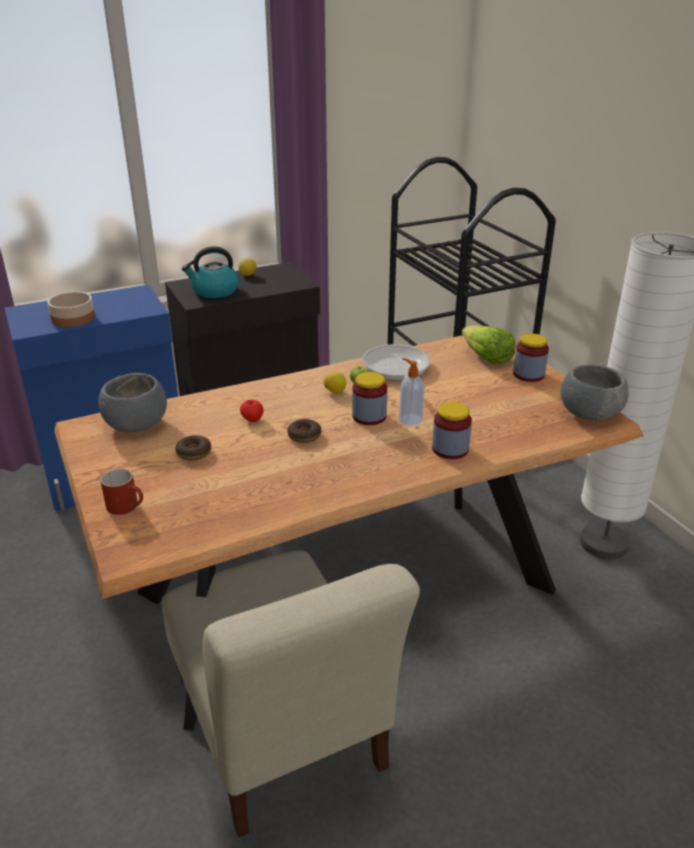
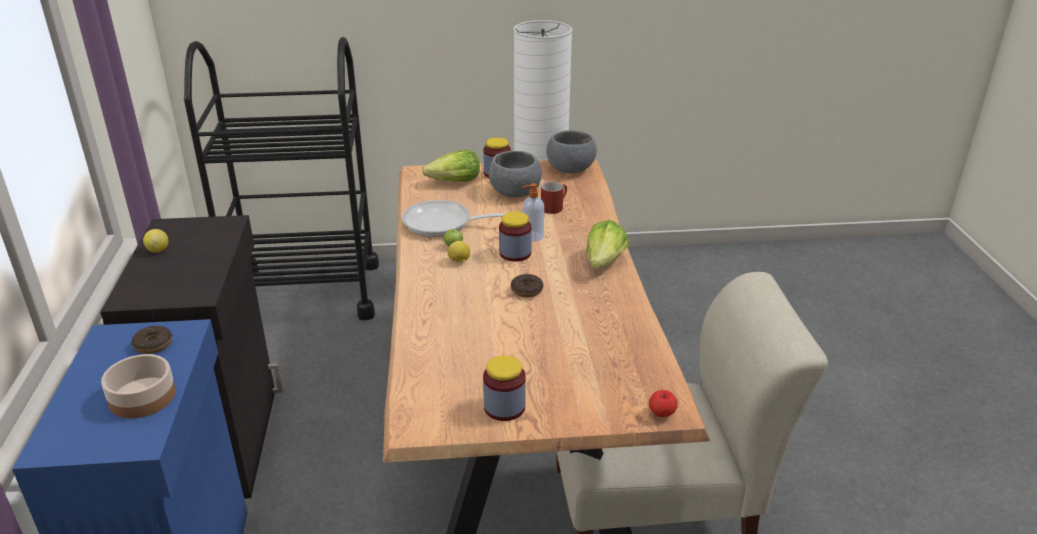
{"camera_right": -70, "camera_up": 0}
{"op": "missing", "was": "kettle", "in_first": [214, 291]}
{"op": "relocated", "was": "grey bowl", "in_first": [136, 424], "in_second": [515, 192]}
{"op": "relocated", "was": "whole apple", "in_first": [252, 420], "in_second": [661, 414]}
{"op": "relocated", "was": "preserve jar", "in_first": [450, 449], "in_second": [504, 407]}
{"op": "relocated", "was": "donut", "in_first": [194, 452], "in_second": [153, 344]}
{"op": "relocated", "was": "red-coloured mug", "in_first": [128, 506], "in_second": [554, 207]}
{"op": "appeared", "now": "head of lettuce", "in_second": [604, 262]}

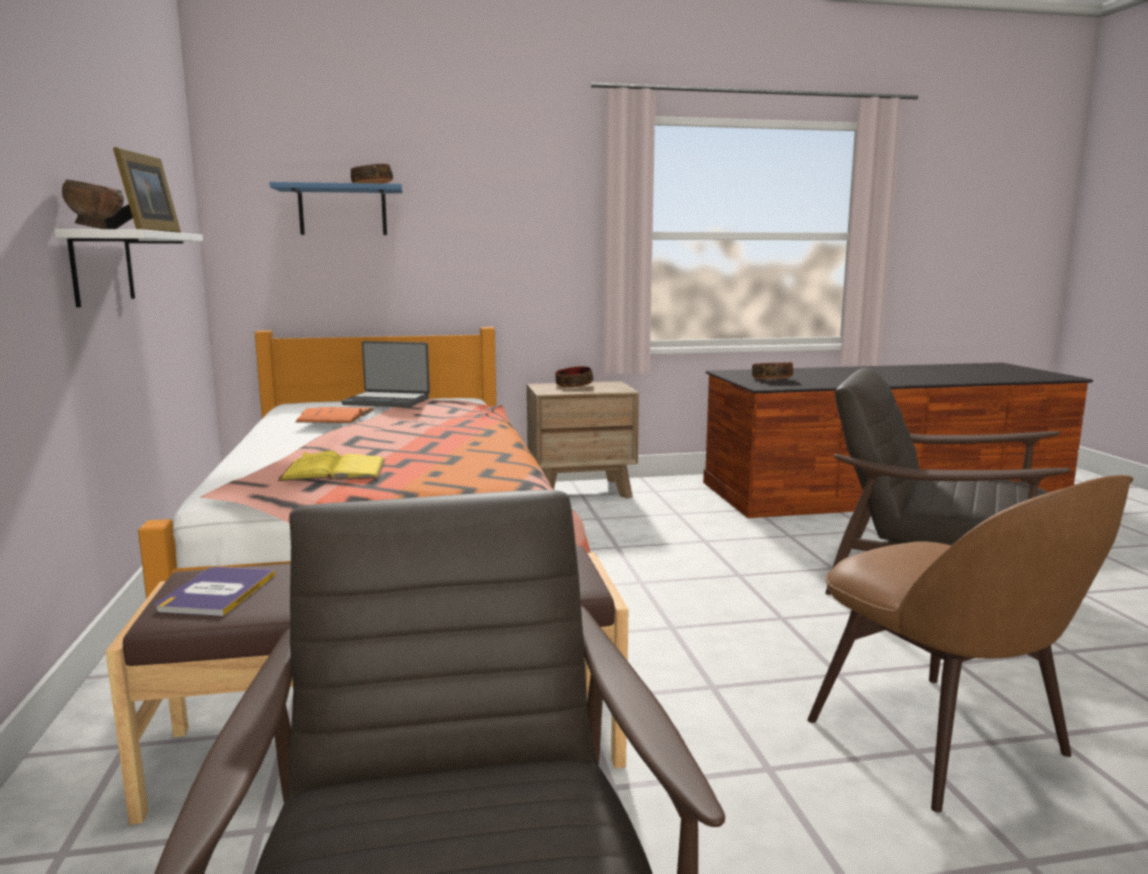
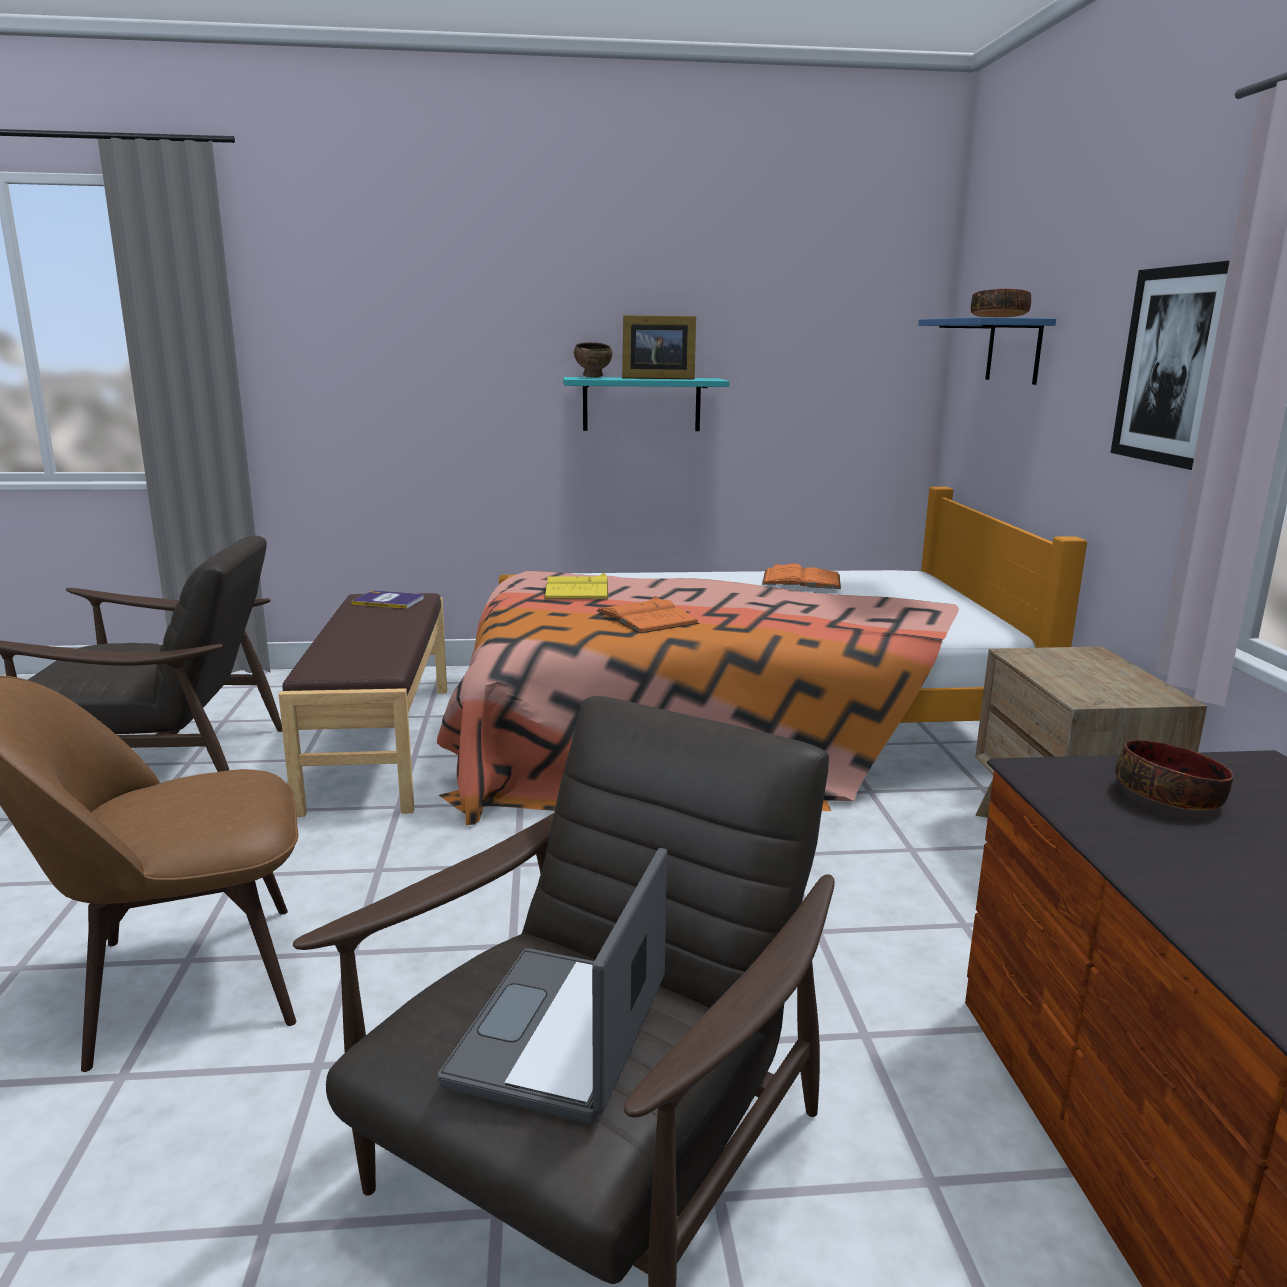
{"camera_right": 95, "camera_up": 5}
{"op": "colour", "was": "white-coloured wall shelf", "now": "turquoise-coloured wall shelf", "in_first": [102, 267], "in_second": [641, 404]}
{"op": "relocated", "was": "laptop", "in_first": [387, 401], "in_second": [564, 1035]}
{"op": "missing", "was": "bowl", "in_first": [573, 385]}
{"op": "appeared", "now": "picture", "in_second": [1177, 366]}
{"op": "appeared", "now": "orangey book", "in_second": [646, 617]}

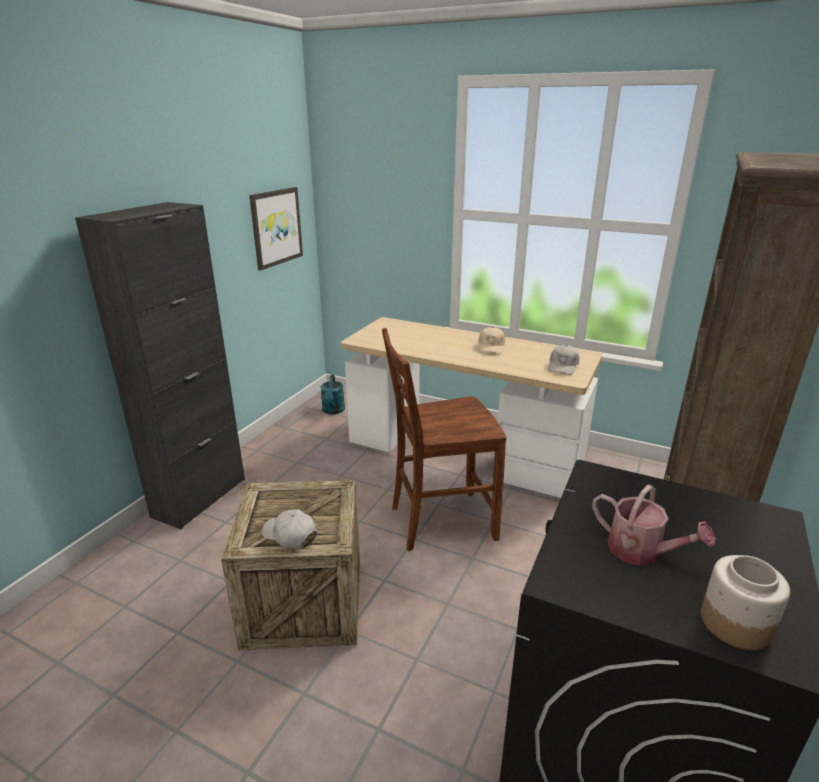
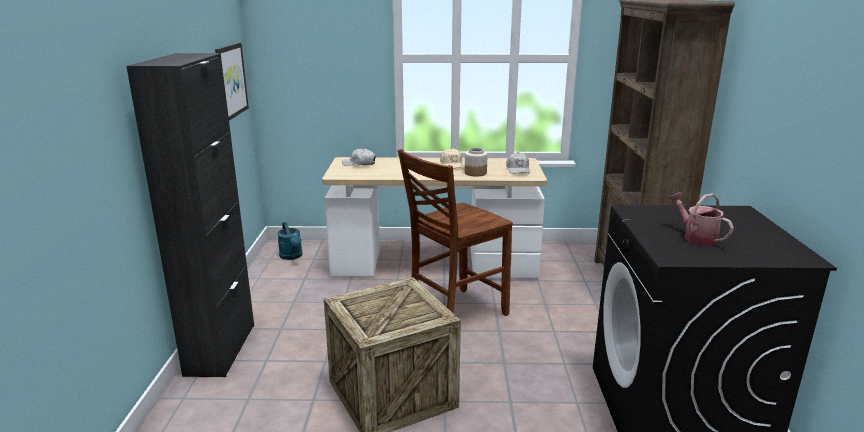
{"camera_right": -25, "camera_up": -5}
{"op": "spun", "was": "watering pot", "in_first": [641, 552], "in_second": [696, 237], "clockwise": -135}
{"op": "relocated", "was": "white-coloured cap", "in_first": [290, 535], "in_second": [359, 164]}
{"op": "relocated", "was": "preserve jar", "in_first": [734, 623], "in_second": [475, 173]}

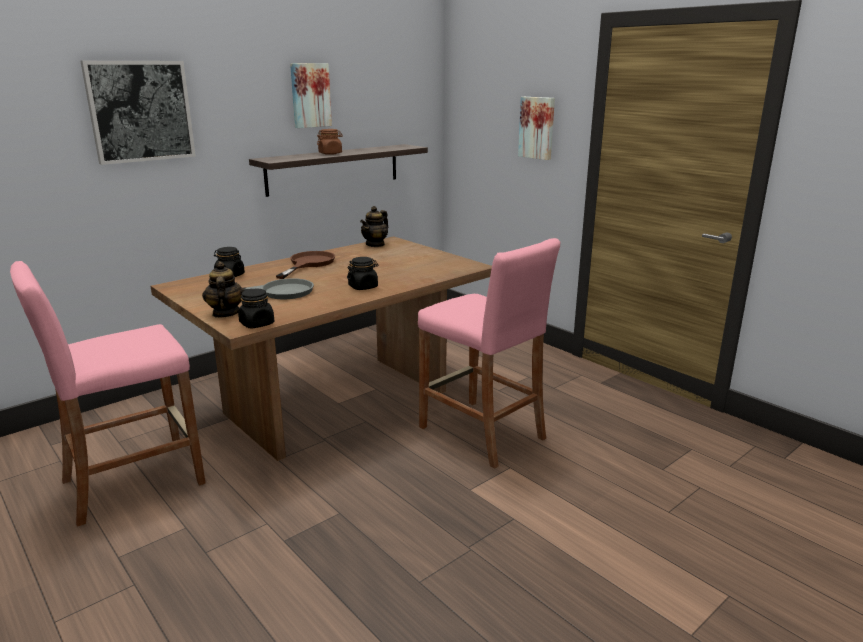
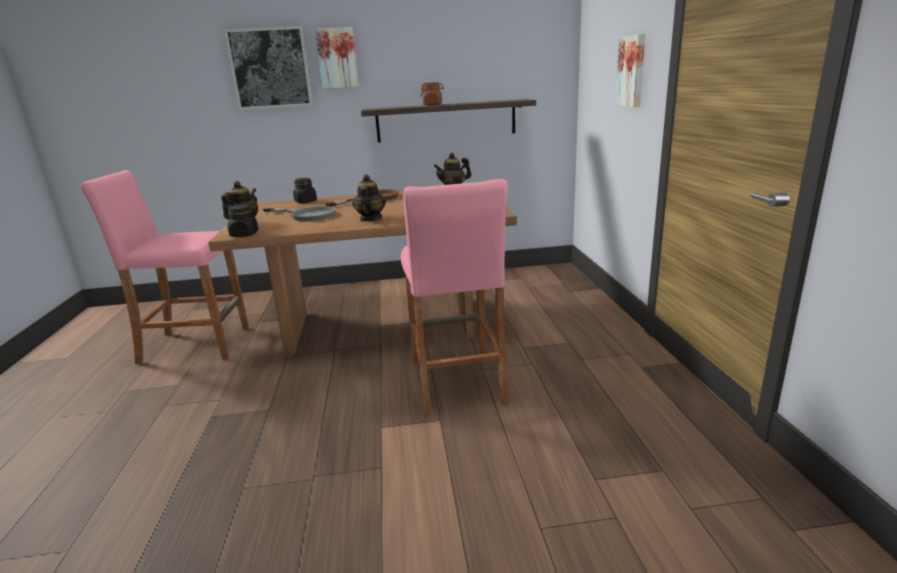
{"camera_right": 35, "camera_up": 0}
{"op": "relocated", "was": "picture", "in_first": [310, 95], "in_second": [337, 58]}
{"op": "exchanged", "was": "black-coloured preserve jar", "now": "pot for tea", "in_first": [363, 287], "in_second": [370, 219]}

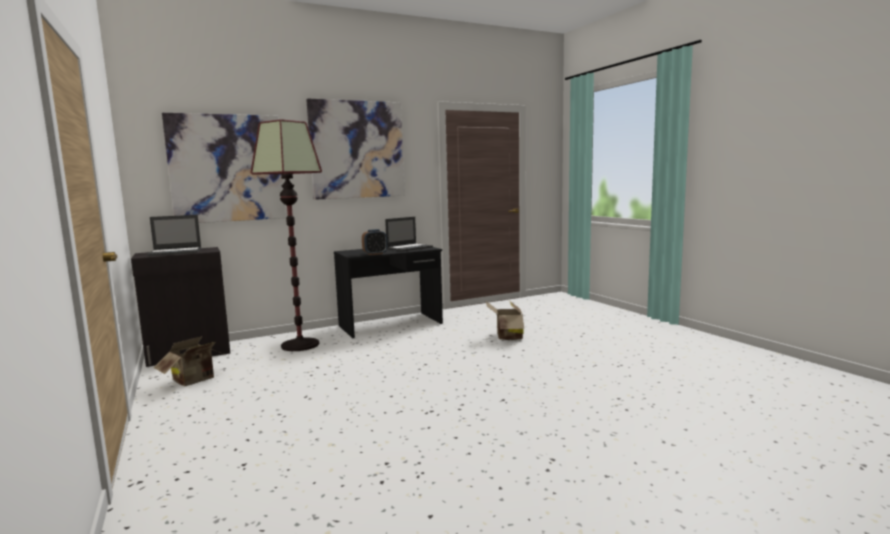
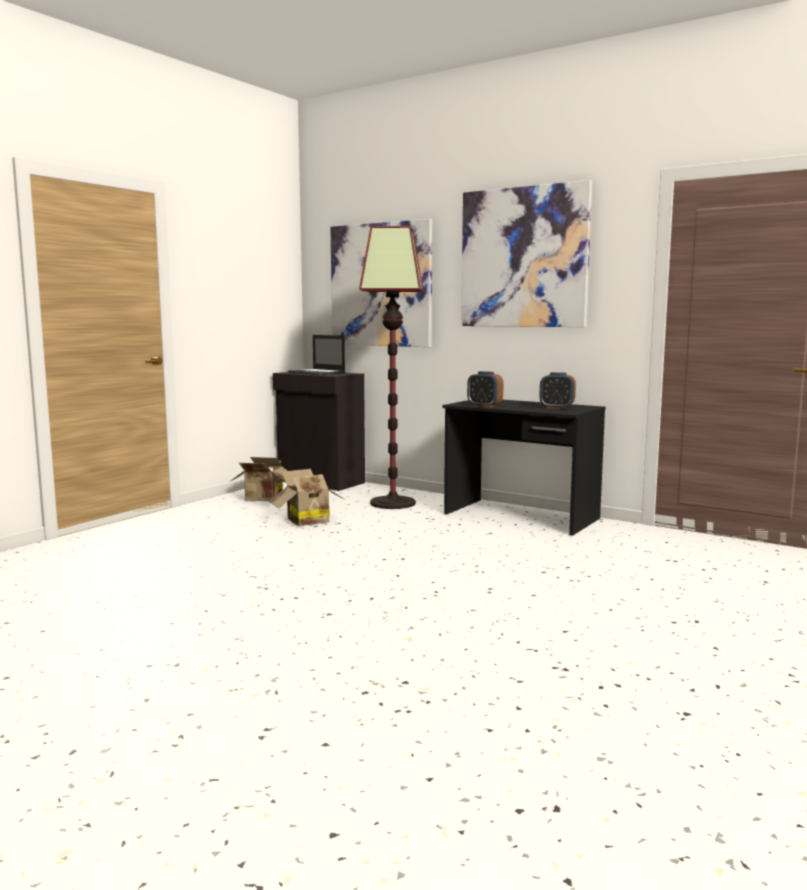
{"camera_right": 60, "camera_up": 0}
{"op": "exchanged", "was": "laptop", "now": "table clock", "in_first": [409, 248], "in_second": [556, 407]}
{"op": "relocated", "was": "packing box", "in_first": [507, 337], "in_second": [305, 521]}

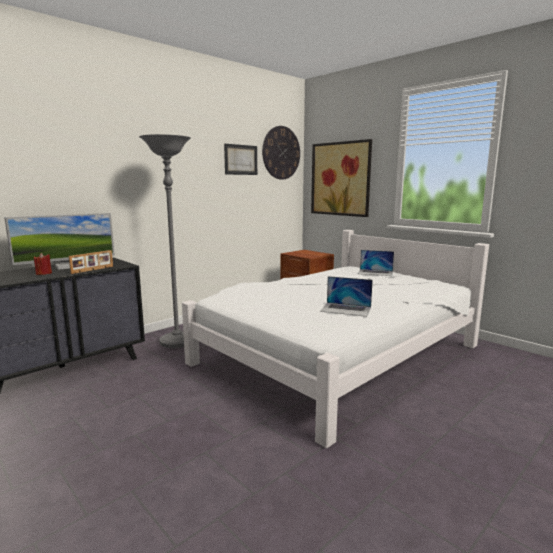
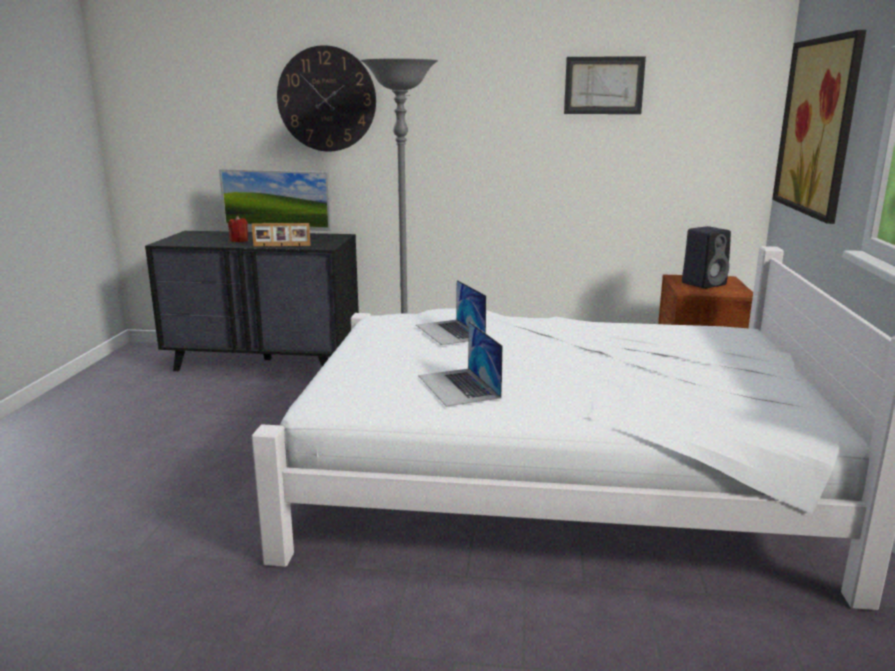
{"camera_right": 50, "camera_up": 5}
{"op": "relocated", "was": "hanging clock", "in_first": [281, 153], "in_second": [326, 99]}
{"op": "relocated", "was": "laptop", "in_first": [375, 272], "in_second": [450, 332]}
{"op": "appeared", "now": "black-coloured speaker", "in_second": [704, 283]}

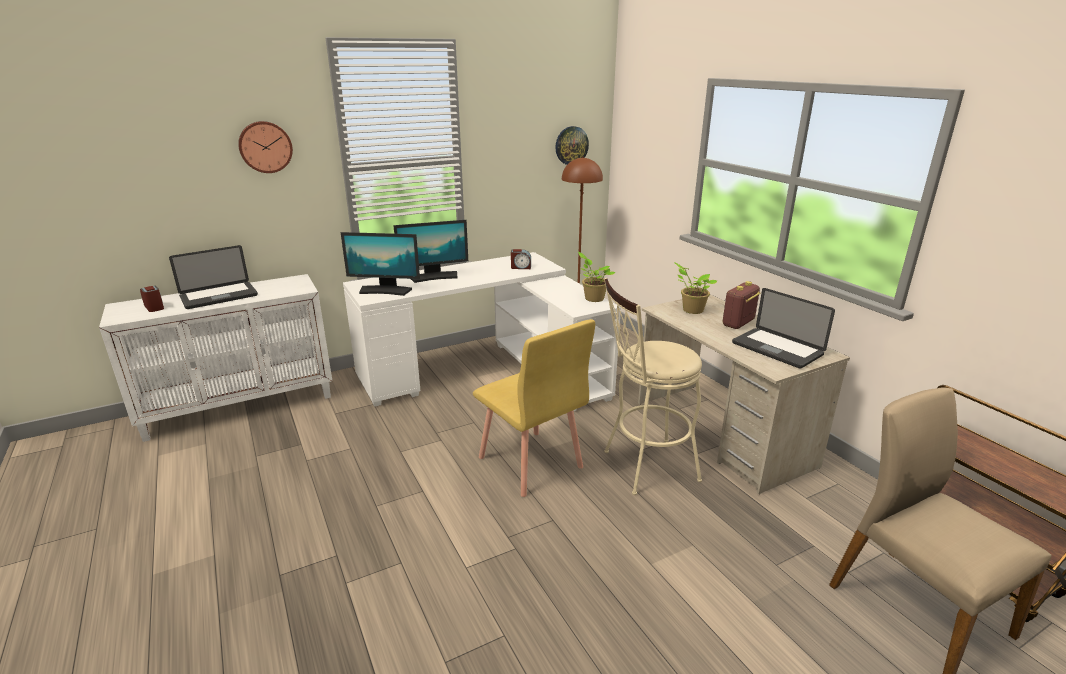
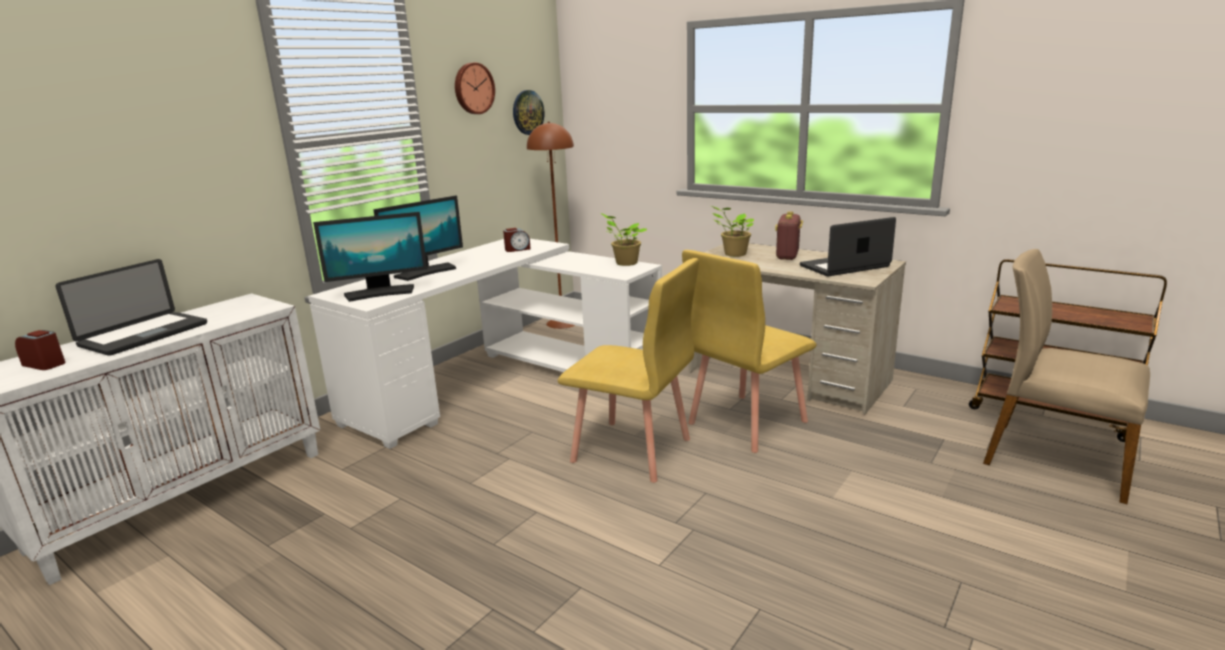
{"camera_right": -25, "camera_up": -5}
{"op": "relocated", "was": "hanging clock", "in_first": [265, 147], "in_second": [473, 88]}
{"op": "exchanged", "was": "beige-coloured stool seat", "now": "yellow chair", "in_first": [643, 467], "in_second": [746, 422]}
{"op": "spun", "was": "laptop", "in_first": [777, 349], "in_second": [844, 266], "clockwise": 135}

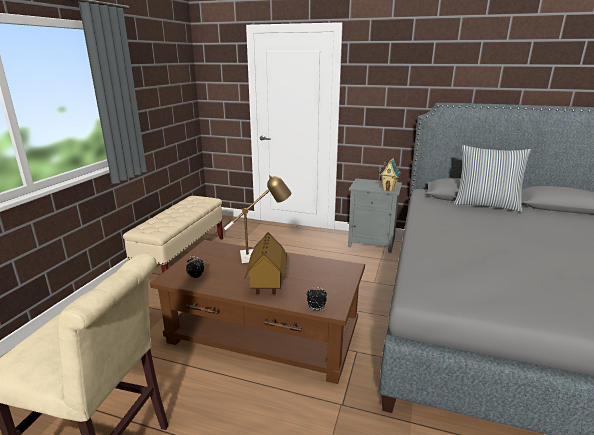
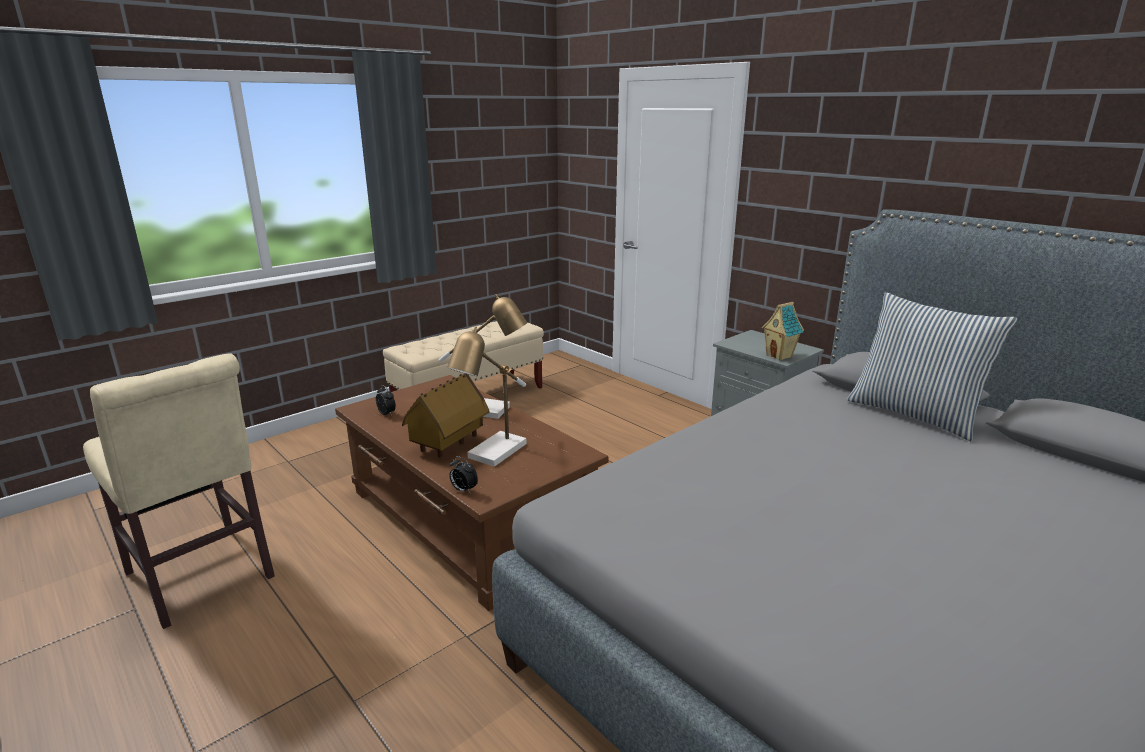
{"camera_right": 30, "camera_up": 0}
{"op": "appeared", "now": "tabletop lamp", "in_second": [493, 454]}

